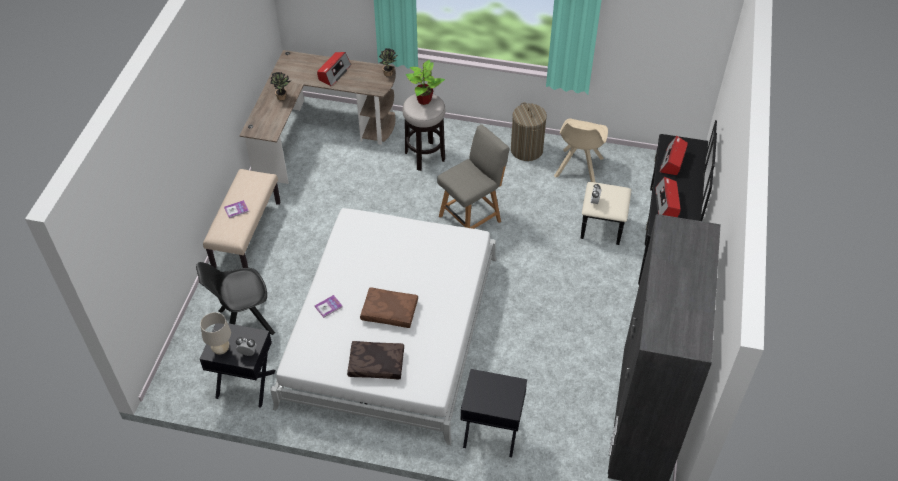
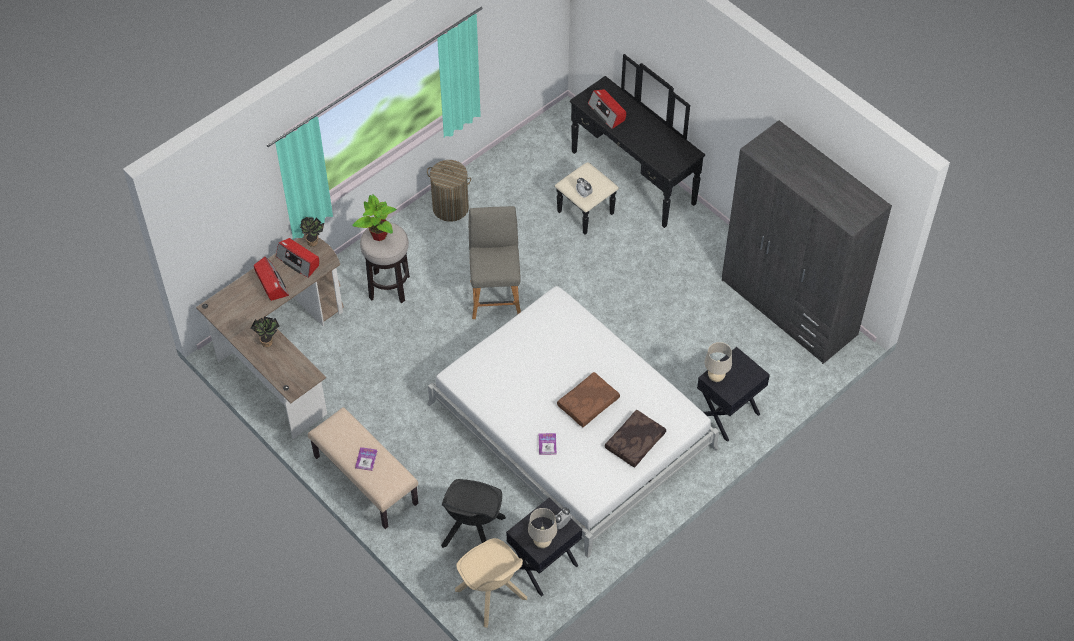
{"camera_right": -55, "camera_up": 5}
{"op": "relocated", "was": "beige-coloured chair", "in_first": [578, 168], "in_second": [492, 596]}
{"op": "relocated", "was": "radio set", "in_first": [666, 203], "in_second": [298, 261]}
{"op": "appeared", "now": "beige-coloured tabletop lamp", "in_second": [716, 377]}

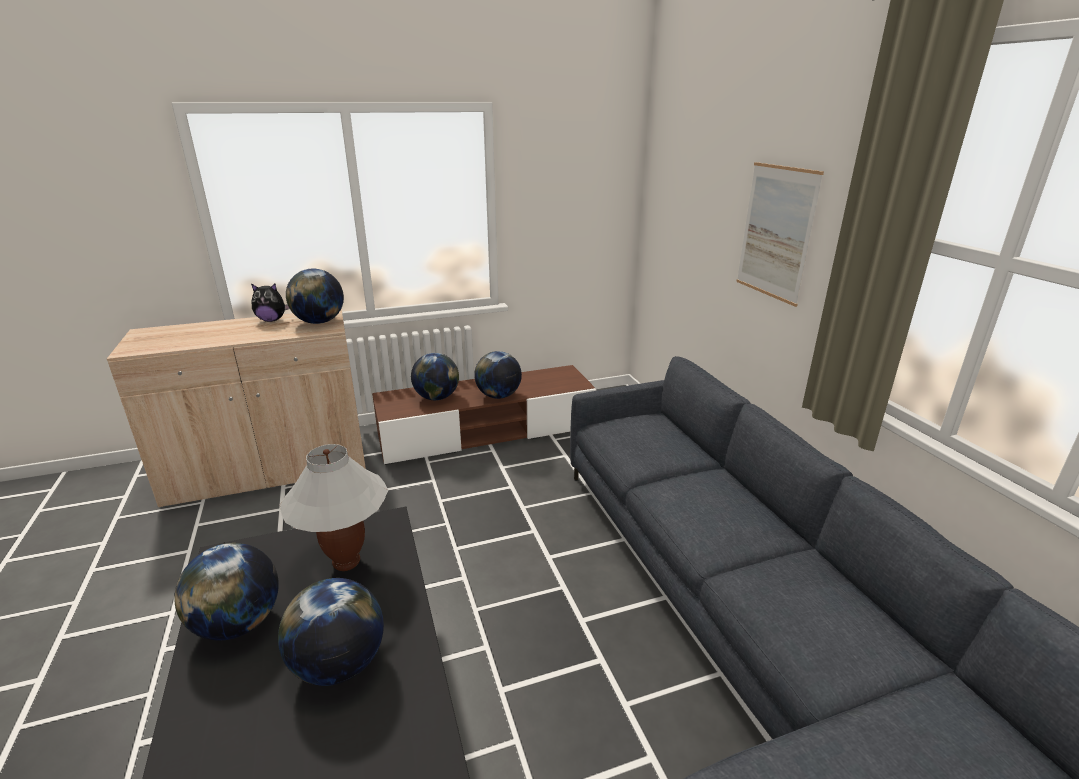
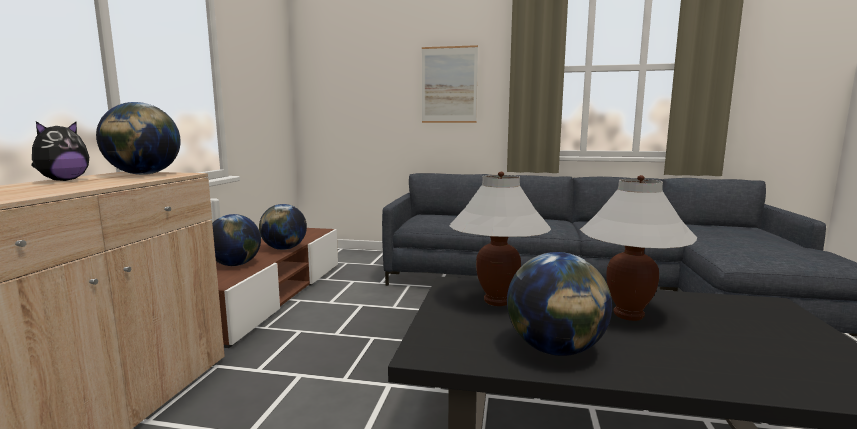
{"camera_right": -60, "camera_up": -15}
{"op": "exchanged", "was": "desk globe", "now": "white-coloured tabletop lamp", "in_first": [339, 665], "in_second": [628, 315]}

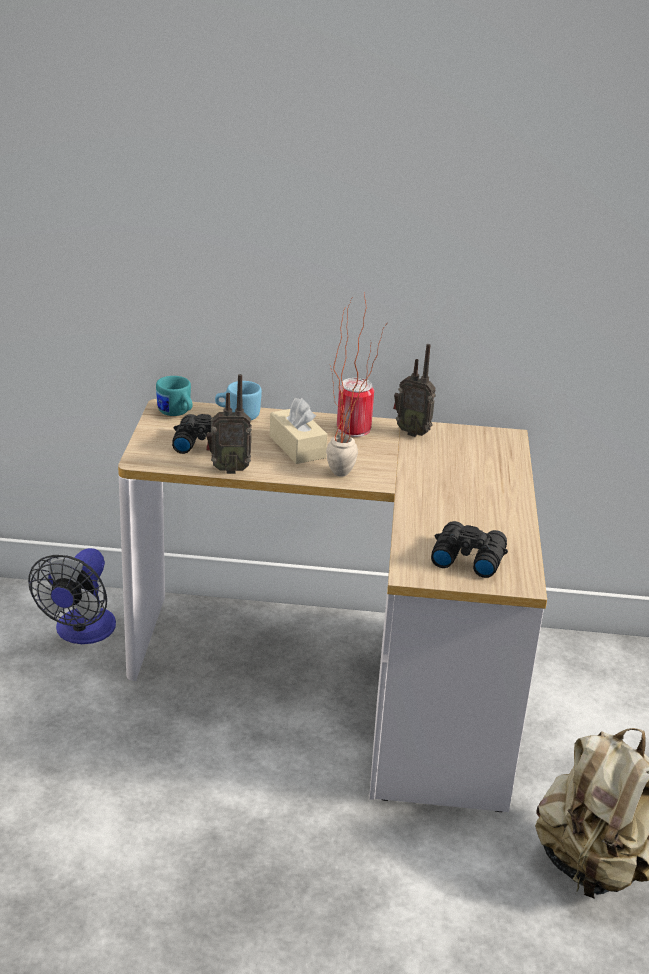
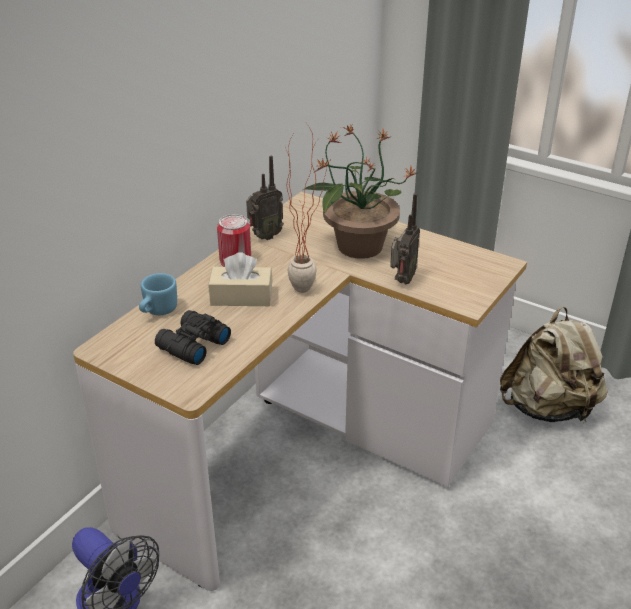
{"camera_right": -60, "camera_up": 5}
{"op": "relocated", "was": "radio set", "in_first": [228, 469], "in_second": [401, 281]}
{"op": "missing", "was": "turquoise-coloured mug", "in_first": [176, 413]}
{"op": "missing", "was": "black-coloured binoculars", "in_first": [467, 557]}
{"op": "appeared", "now": "plant in a pot", "in_second": [358, 246]}

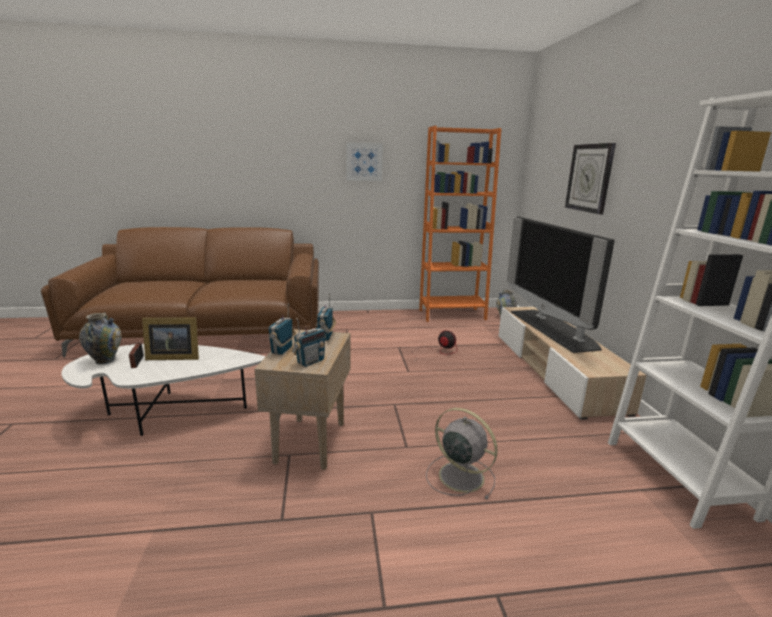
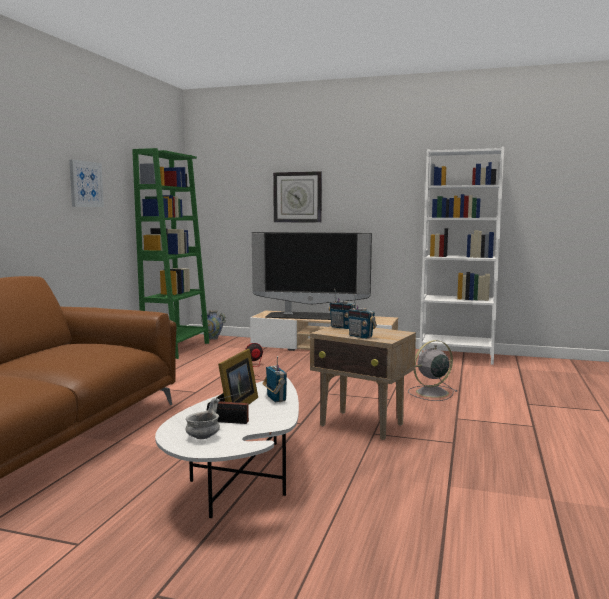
{"camera_right": -65, "camera_up": -10}
{"op": "colour", "was": "orangey bookshelf", "now": "greenish bookshelf", "in_first": [452, 315], "in_second": [177, 349]}
{"op": "exchanged", "was": "flower vase", "now": "grey bowl", "in_first": [105, 360], "in_second": [203, 436]}
{"op": "relocated", "was": "radio set", "in_first": [310, 361], "in_second": [275, 399]}

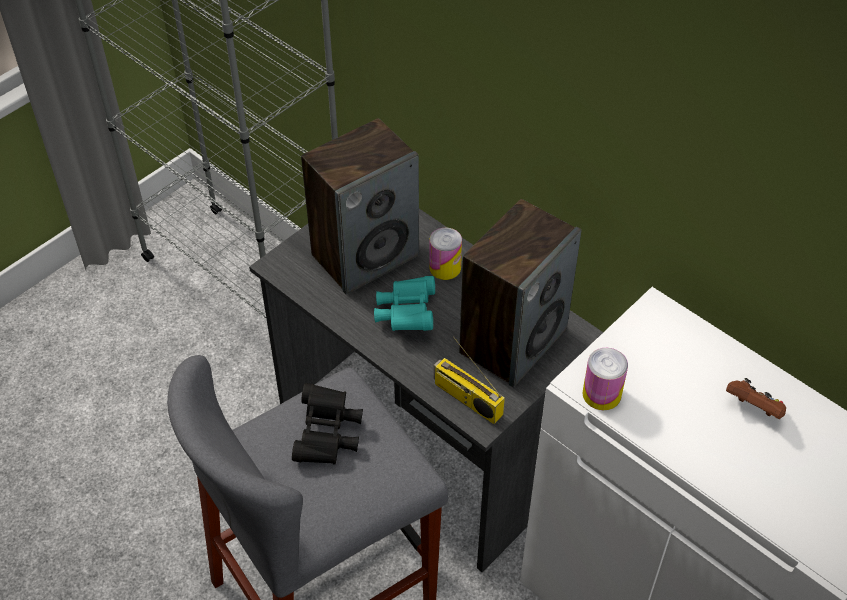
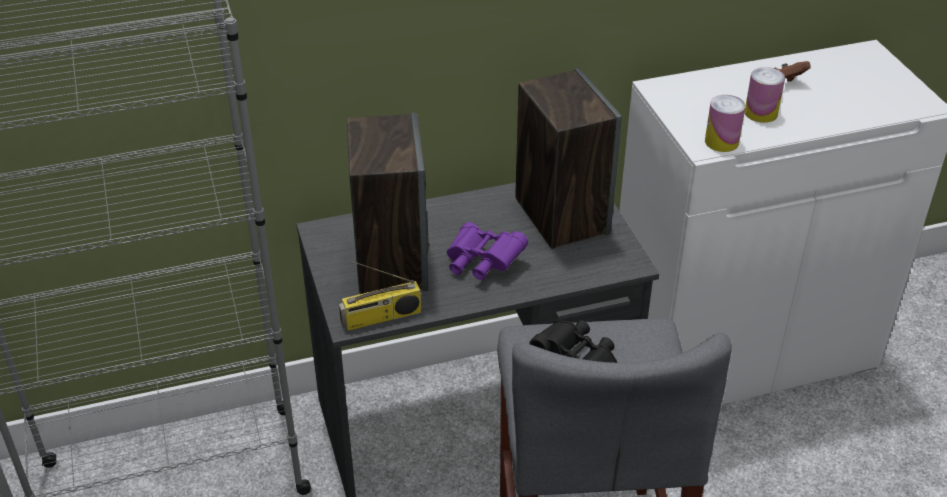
{"camera_right": -60, "camera_up": -10}
{"op": "relocated", "was": "metal can", "in_first": [445, 268], "in_second": [761, 113]}
{"op": "colour", "was": "turquoise-coloured binoculars", "now": "purple binoculars", "in_first": [406, 314], "in_second": [482, 263]}
{"op": "relocated", "was": "radio set", "in_first": [466, 399], "in_second": [381, 318]}

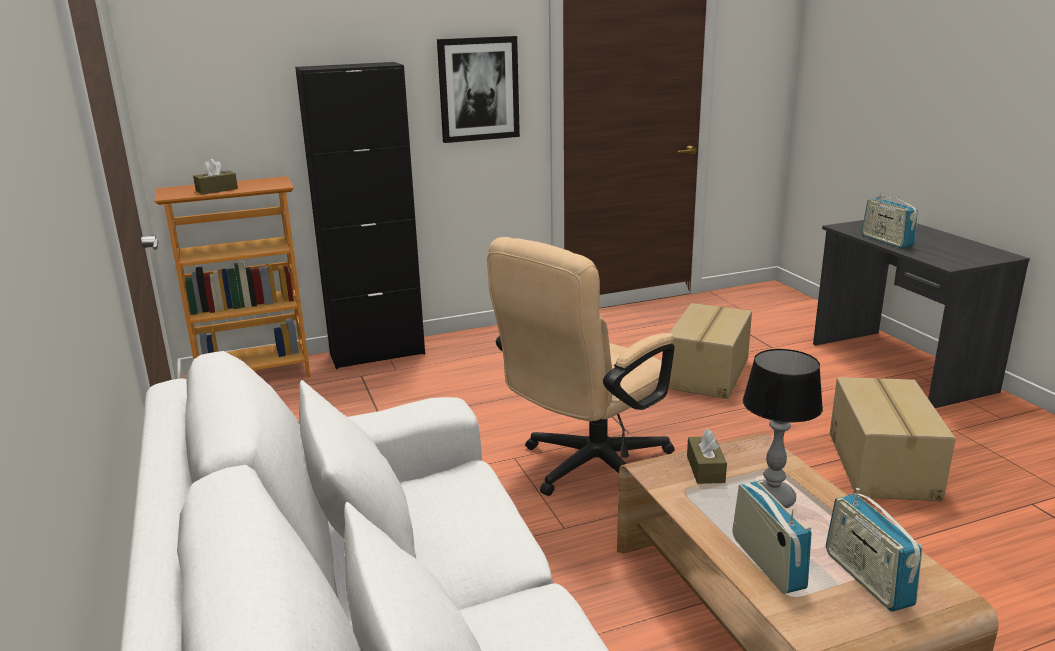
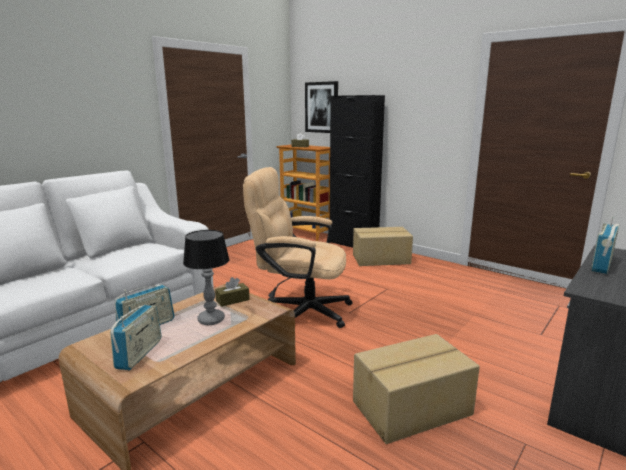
{"camera_right": 60, "camera_up": -5}
{"op": "relocated", "was": "picture", "in_first": [478, 89], "in_second": [321, 107]}
{"op": "relocated", "was": "packing box", "in_first": [708, 373], "in_second": [381, 259]}
{"op": "spun", "was": "radio set", "in_first": [867, 579], "in_second": [139, 354], "clockwise": 150}

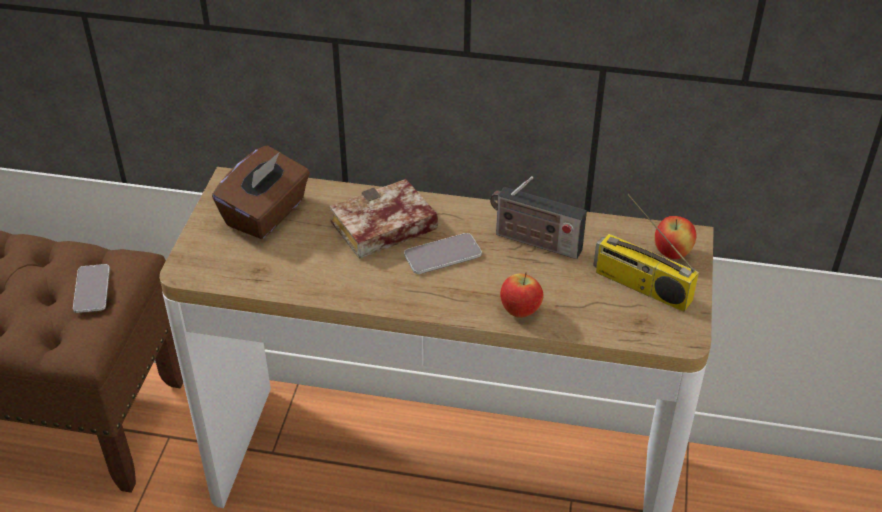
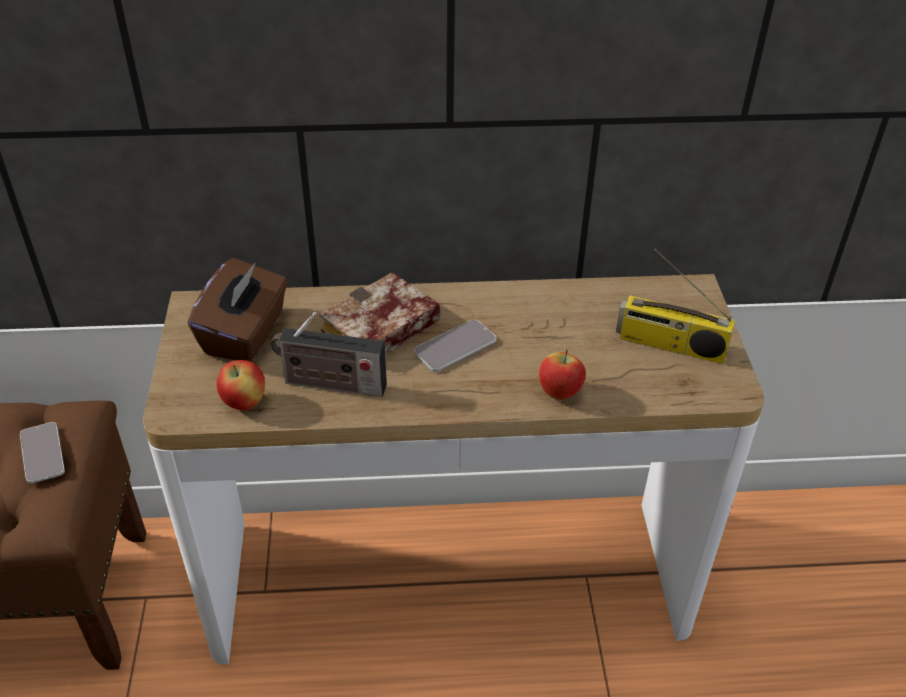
{"camera_right": -15, "camera_up": 0}
{"op": "relocated", "was": "radio set", "in_first": [534, 242], "in_second": [330, 384]}
{"op": "relocated", "was": "whole apple", "in_first": [672, 253], "in_second": [245, 403]}

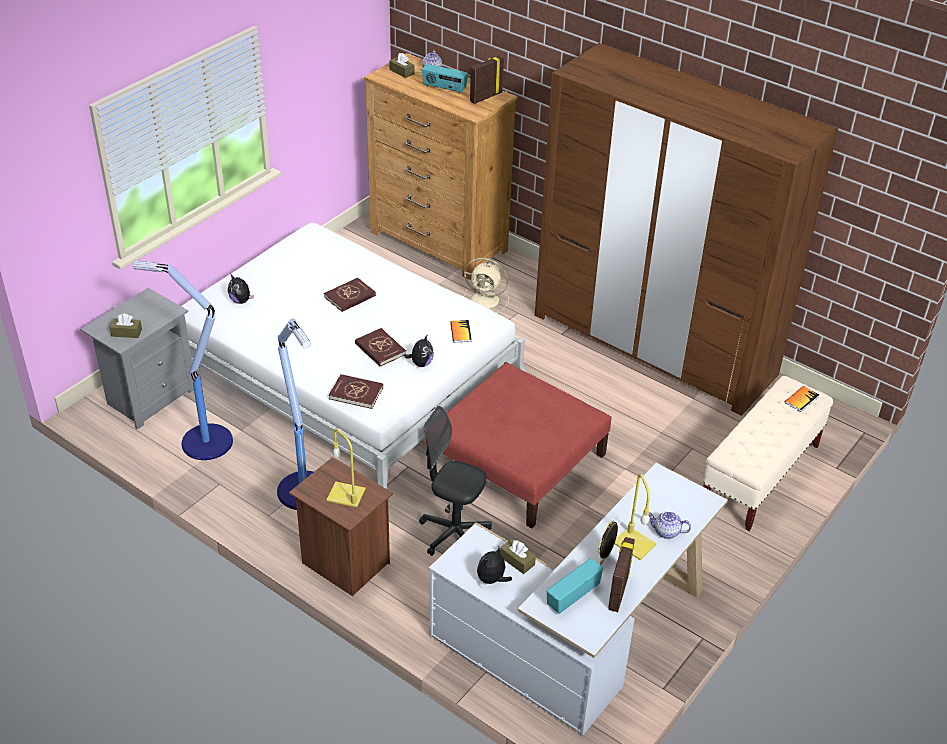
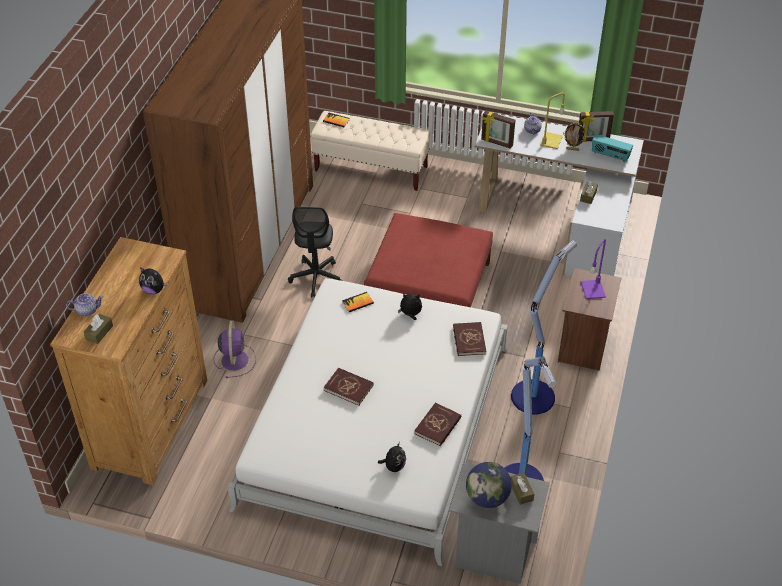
{"camera_right": -110, "camera_up": 5}
{"op": "relocated", "was": "standing frame", "in_first": [485, 97], "in_second": [496, 143]}
{"op": "missing", "was": "radio set", "in_first": [444, 88]}
{"op": "colour", "was": "beige-coloured cooling fan", "now": "purple cooling fan", "in_first": [486, 300], "in_second": [235, 359]}
{"op": "relocated", "was": "red-coloured book", "in_first": [380, 349], "in_second": [438, 426]}
{"op": "relocated", "was": "black-coloured computer chair", "in_first": [454, 534], "in_second": [316, 278]}
{"op": "colour", "was": "yellow tabletop lamp", "now": "purple tabletop lamp", "in_first": [347, 494], "in_second": [592, 289]}
{"op": "relocated", "was": "plush toy", "in_first": [492, 580], "in_second": [154, 290]}
{"op": "appeared", "now": "desk globe", "in_second": [487, 497]}

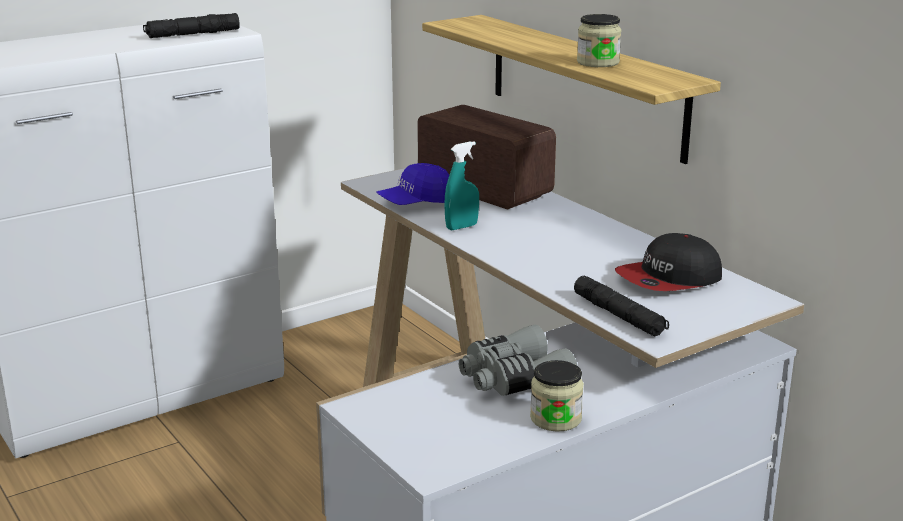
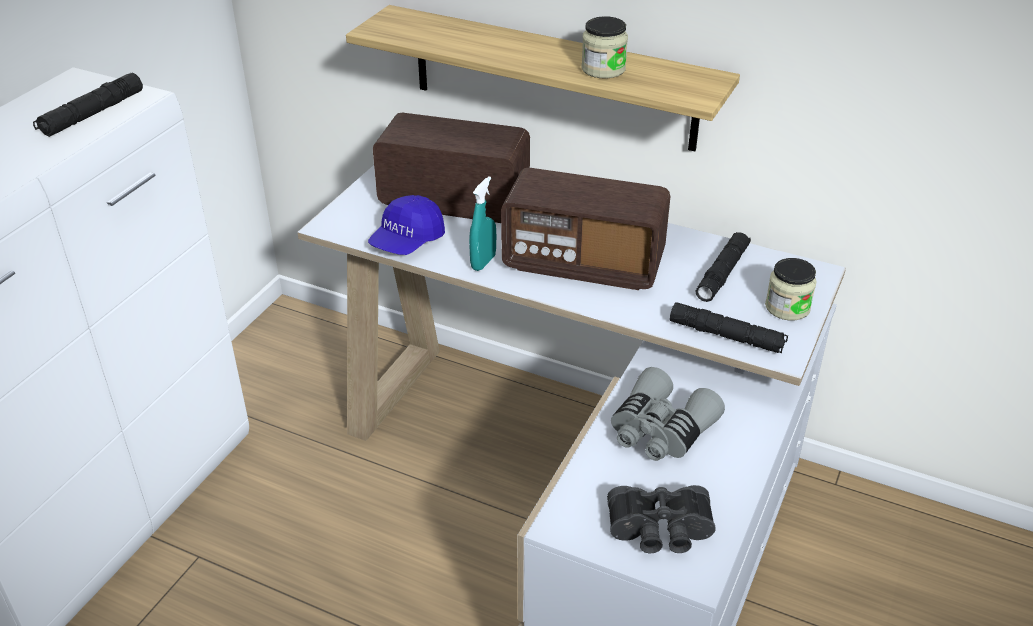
{"camera_right": -30, "camera_up": 15}
{"op": "exchanged", "was": "cap", "now": "black-coloured flashlight", "in_first": [669, 279], "in_second": [722, 273]}
{"op": "relocated", "was": "preserve jar", "in_first": [555, 418], "in_second": [787, 307]}
{"op": "appeared", "now": "radio set", "in_second": [583, 263]}
{"op": "appeared", "now": "black-coloured binoculars", "in_second": [660, 531]}

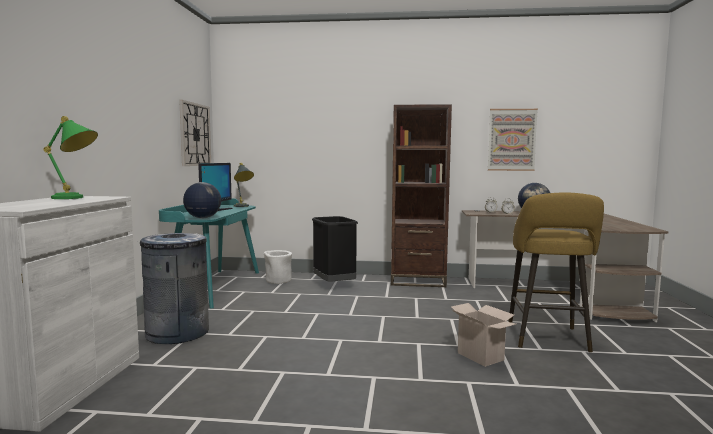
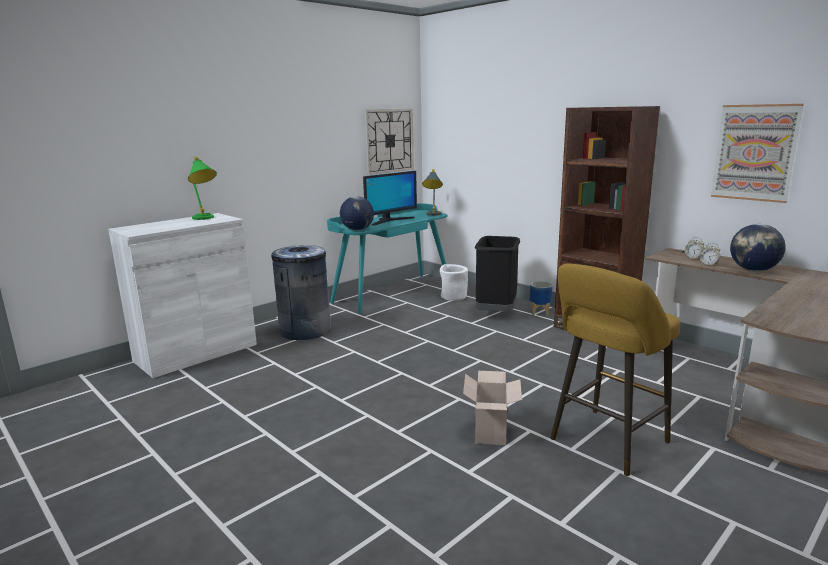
{"camera_right": 40, "camera_up": 10}
{"op": "appeared", "now": "planter", "in_second": [539, 312]}

